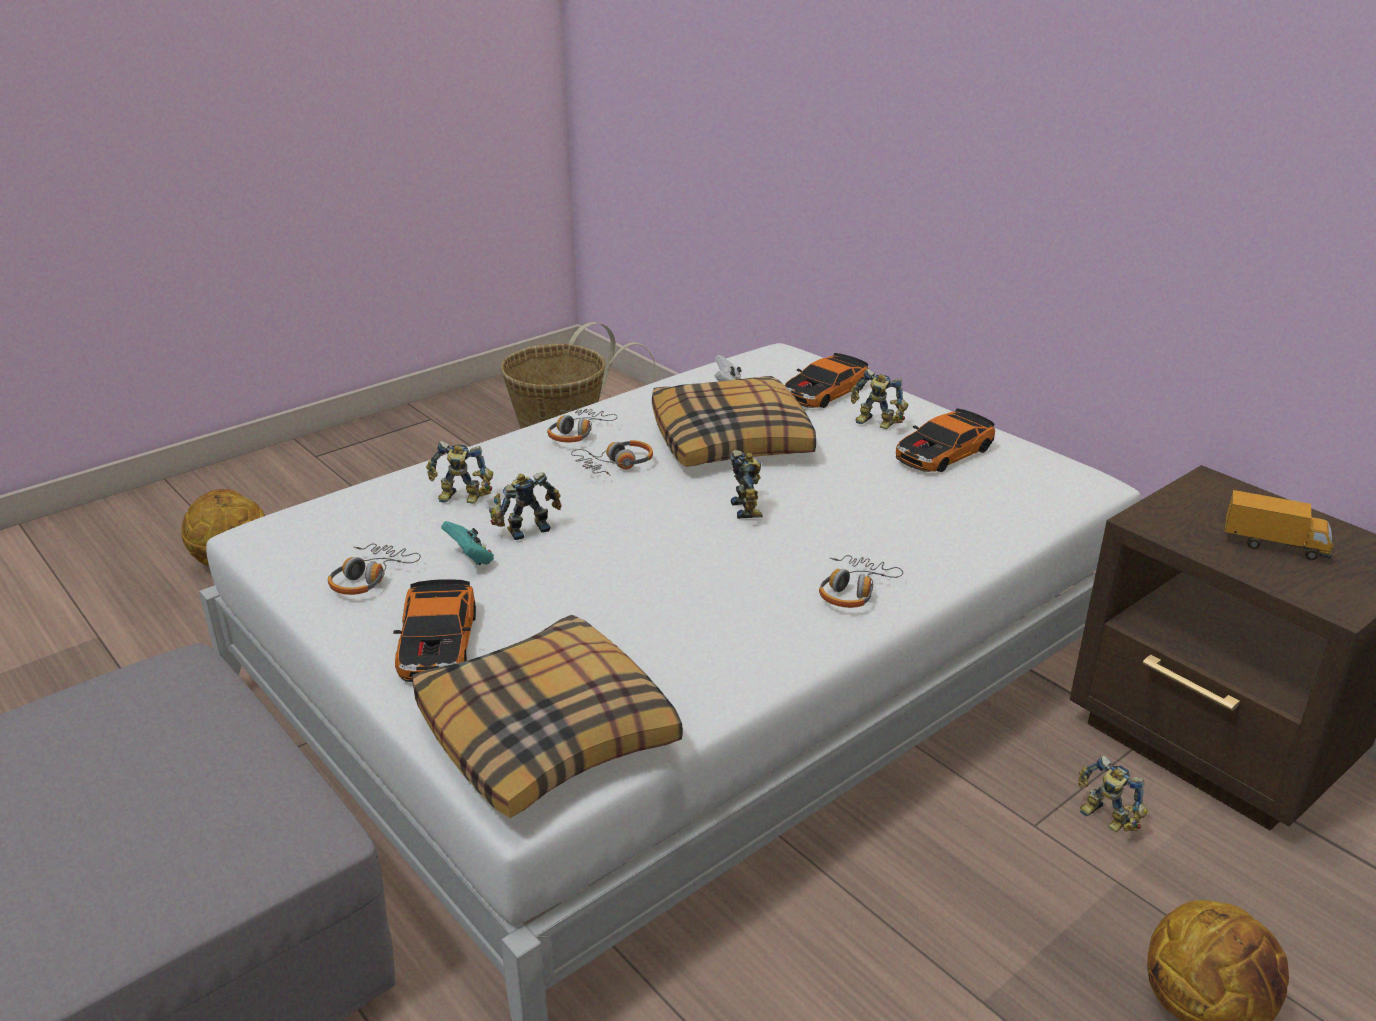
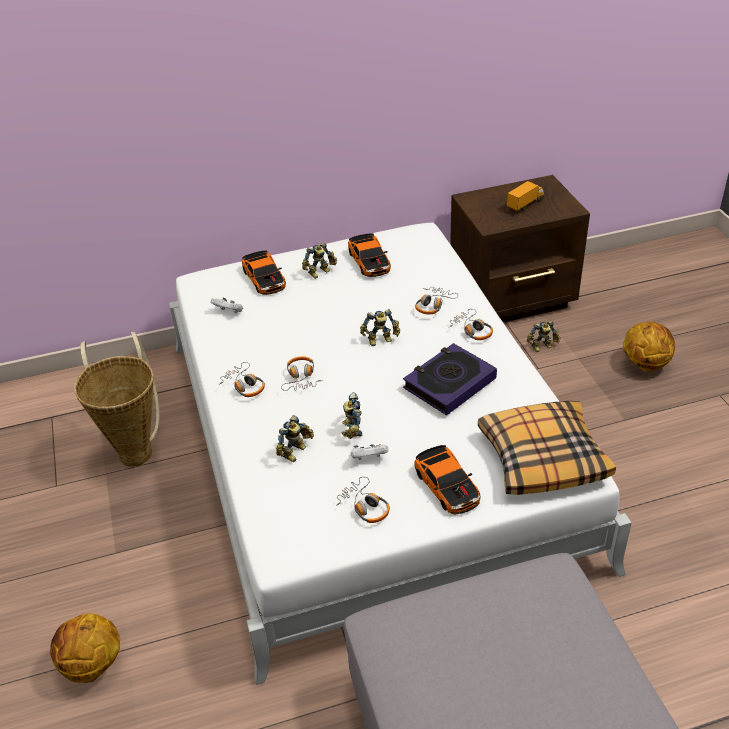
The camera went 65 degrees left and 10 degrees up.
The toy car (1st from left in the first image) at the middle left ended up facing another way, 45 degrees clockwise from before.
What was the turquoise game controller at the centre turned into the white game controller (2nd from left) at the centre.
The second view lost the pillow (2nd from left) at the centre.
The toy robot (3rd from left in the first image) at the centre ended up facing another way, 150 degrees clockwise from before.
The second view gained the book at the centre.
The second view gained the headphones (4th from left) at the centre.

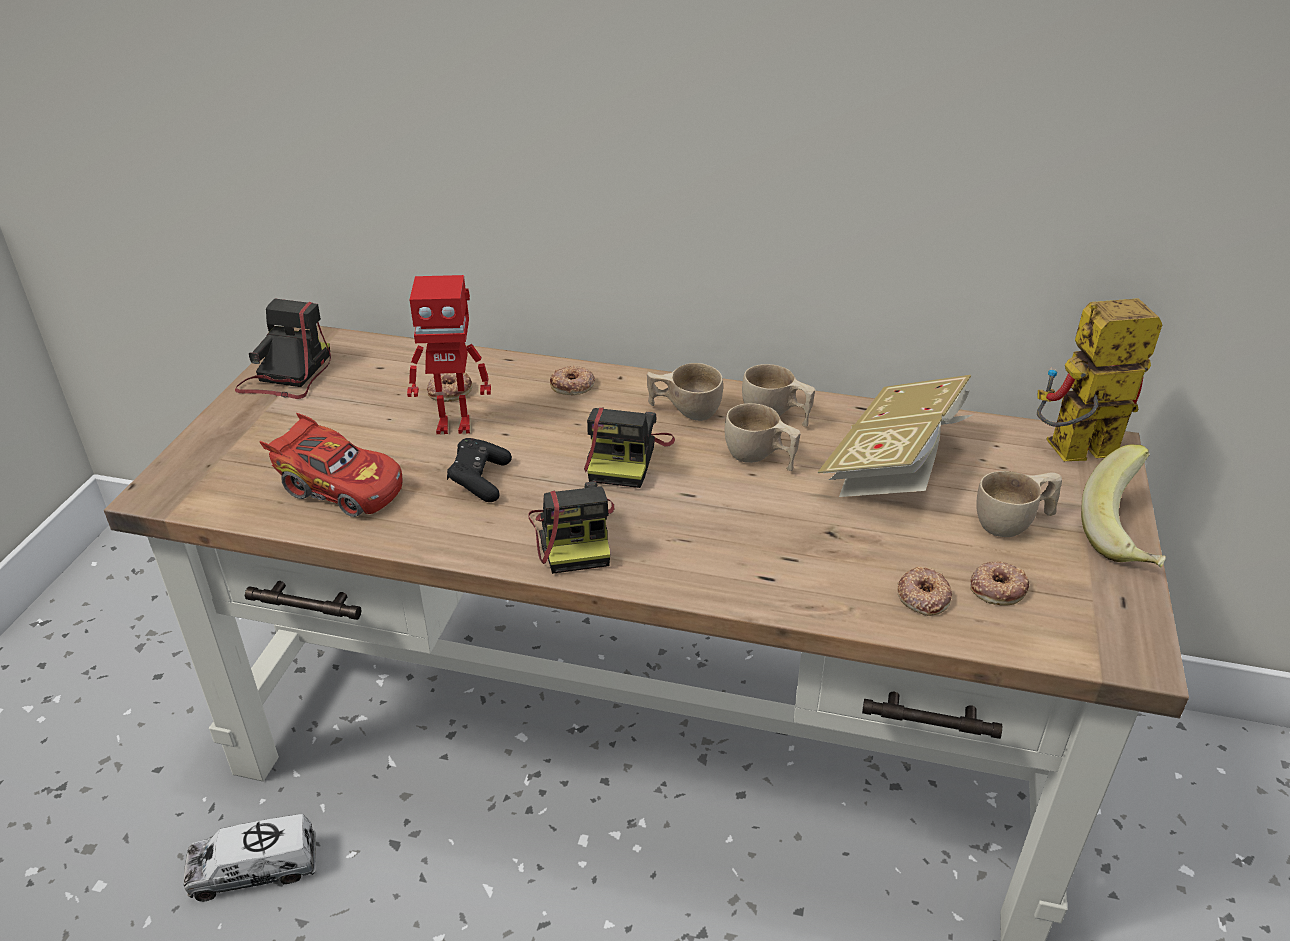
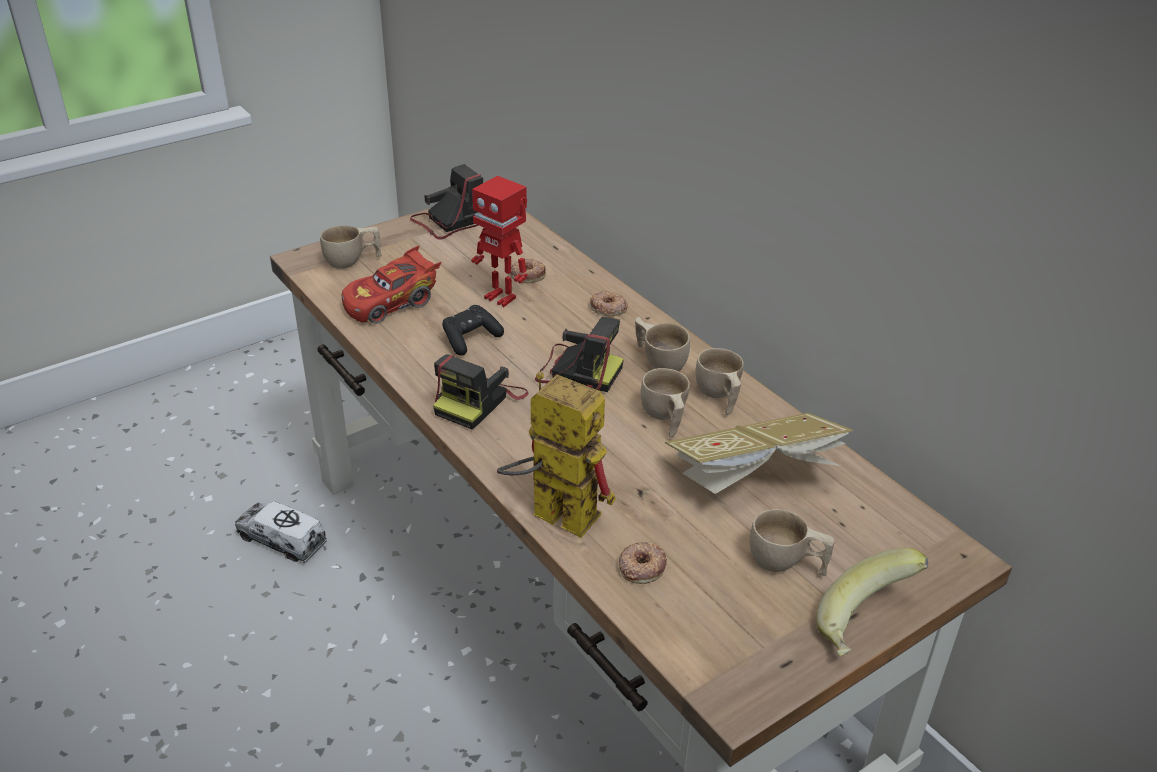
The camera went 40 degrees right and 0 degrees up.
The red toy car at the middle left ended up facing another way, 75 degrees clockwise from before.
The photo camera (3rd from left) at the centre ended up facing another way, 120 degrees counterclockwise from before.
The second view lost the donut (4th from left) at the middle right.
The toy robot (2nd from left) ended up elsewhere, having gone from the middle right to the centre.
The second view gained the beige cup (1st from left) at the top left.

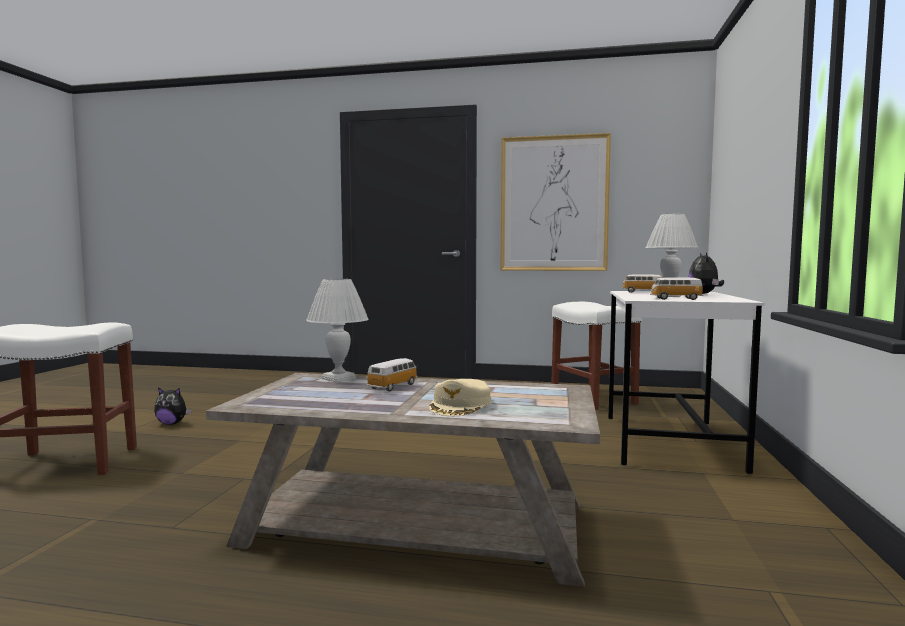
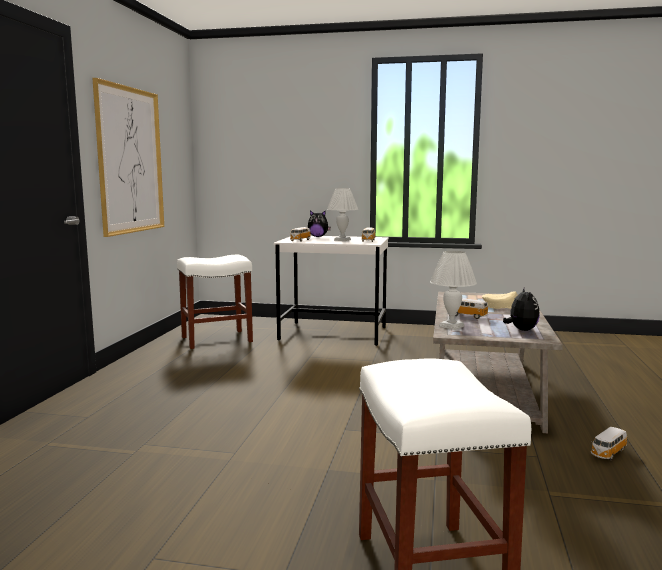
The camera went 90 degrees left and 5 degrees up.
The plush toy (1st from left in the first image) ended up elsewhere, having gone from the middle left to the middle right.
The second view gained the toy car (4th from left) at the bottom right.

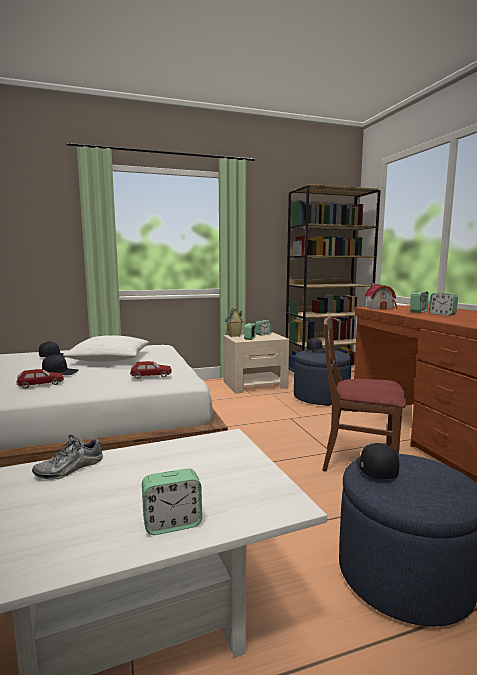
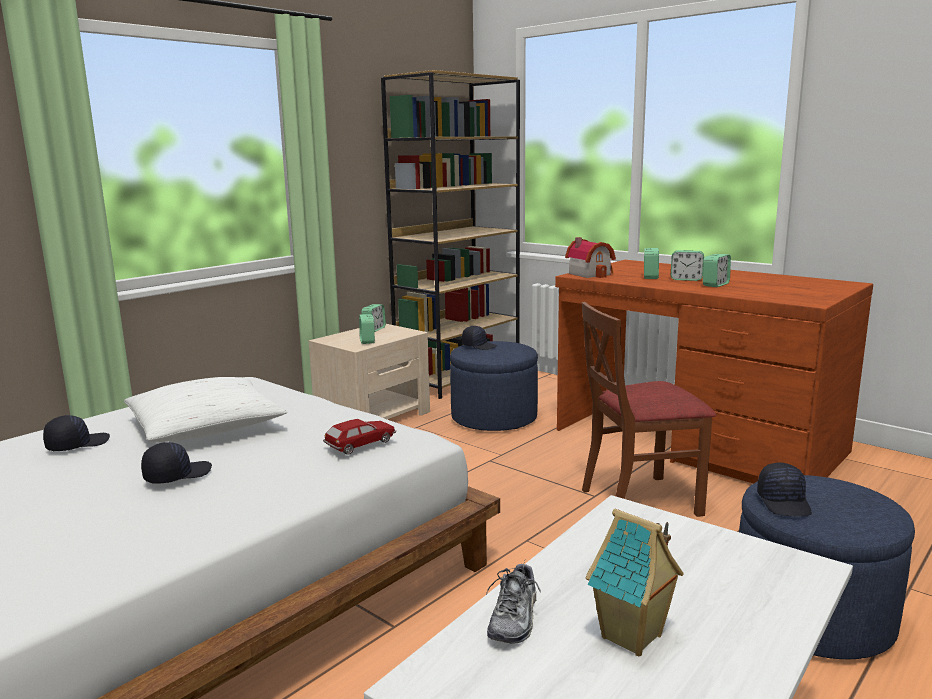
The camera went 30 degrees left and 5 degrees up.
The second view lost the toy car (1st from left) at the middle left.
The alarm clock (1st from left in the first image) ended up elsewhere, having gone from the bottom centre to the middle right.
The toy house (1st from left in the first image) ended up elsewhere, having gone from the centre to the bottom right.
The black cap (4th from left) at the bottom right ended up facing another way, 150 degrees counterclockwise from before.

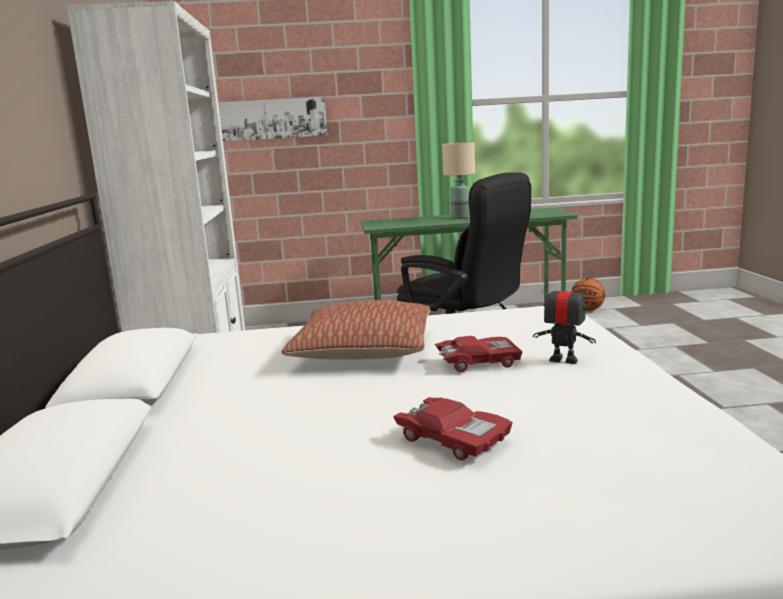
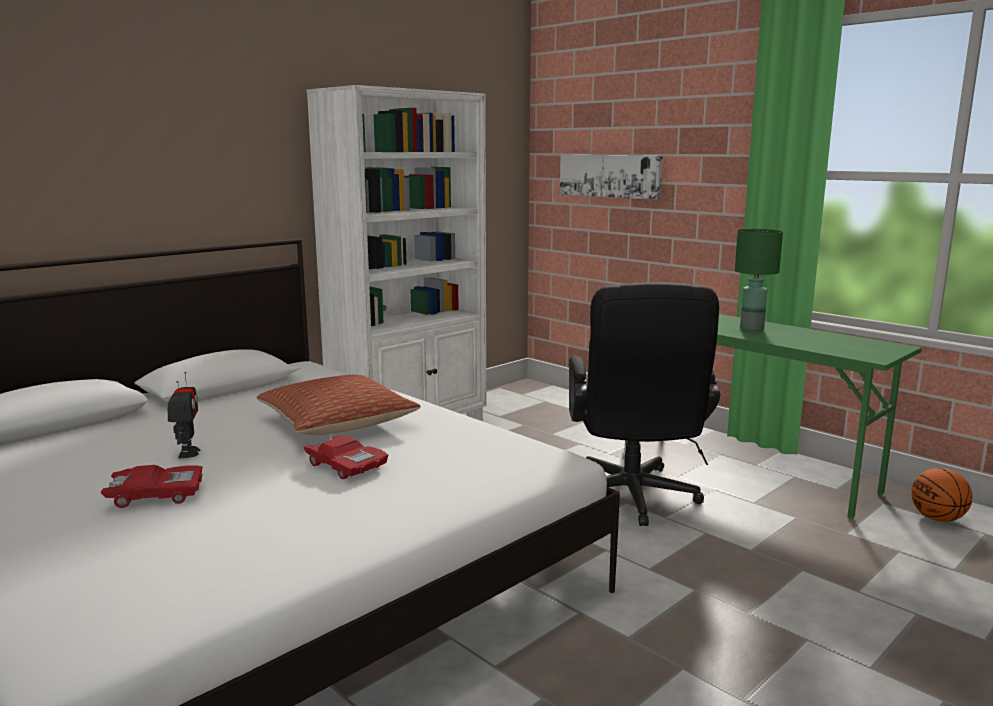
The camera went 50 degrees right and 0 degrees up.
The red toy car (1st from left) at the bottom centre ended up facing another way, 105 degrees counterclockwise from before.
What was the beige table lamp at the top centre turned into the green table lamp at the middle right.
The toy robot ended up elsewhere, having gone from the middle right to the middle left.

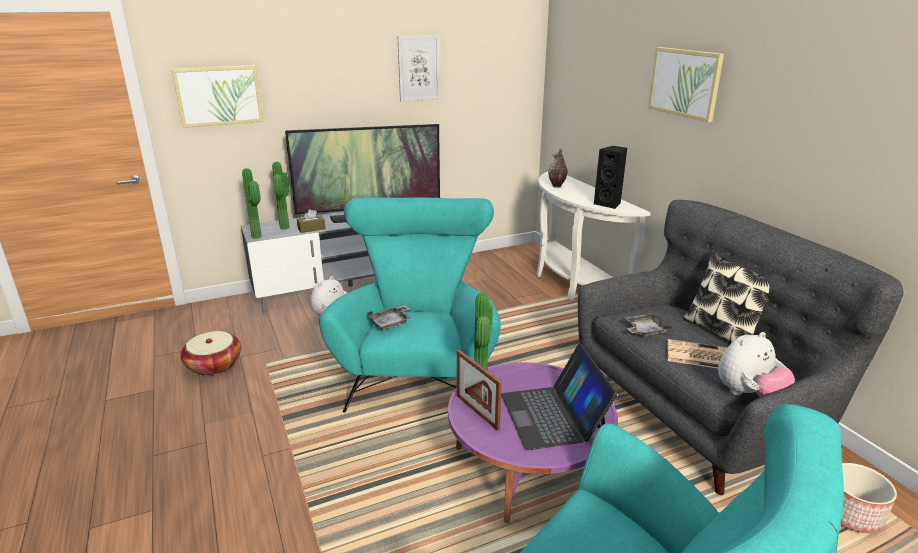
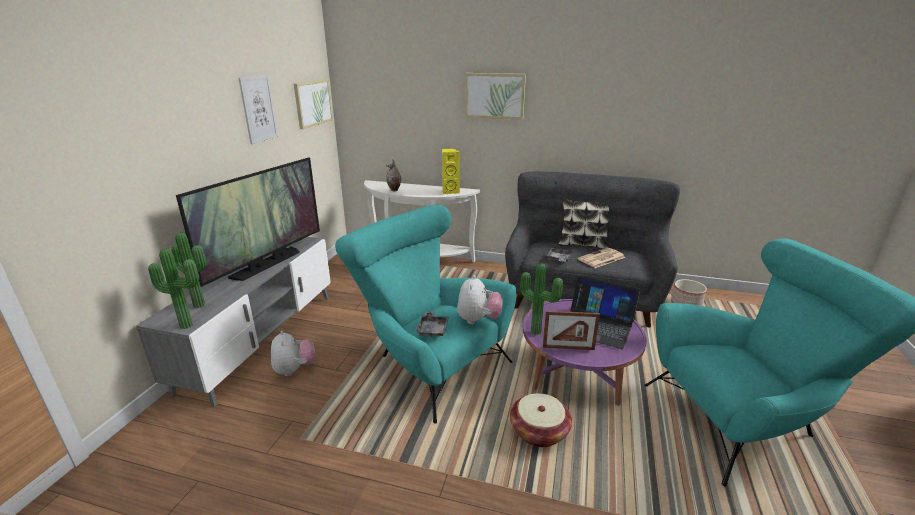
The camera went 50 degrees left and 0 degrees up.
The picture (1st from left in the first image) ended up elsewhere, having gone from the top left to the top centre.
The basket ended up elsewhere, having gone from the middle left to the bottom centre.
The second view lost the brown tissue box at the centre.
What was the black speaker at the top centre turned into the yellow speaker at the top centre.
The plush toy (2nd from left) ended up elsewhere, having gone from the middle right to the centre.

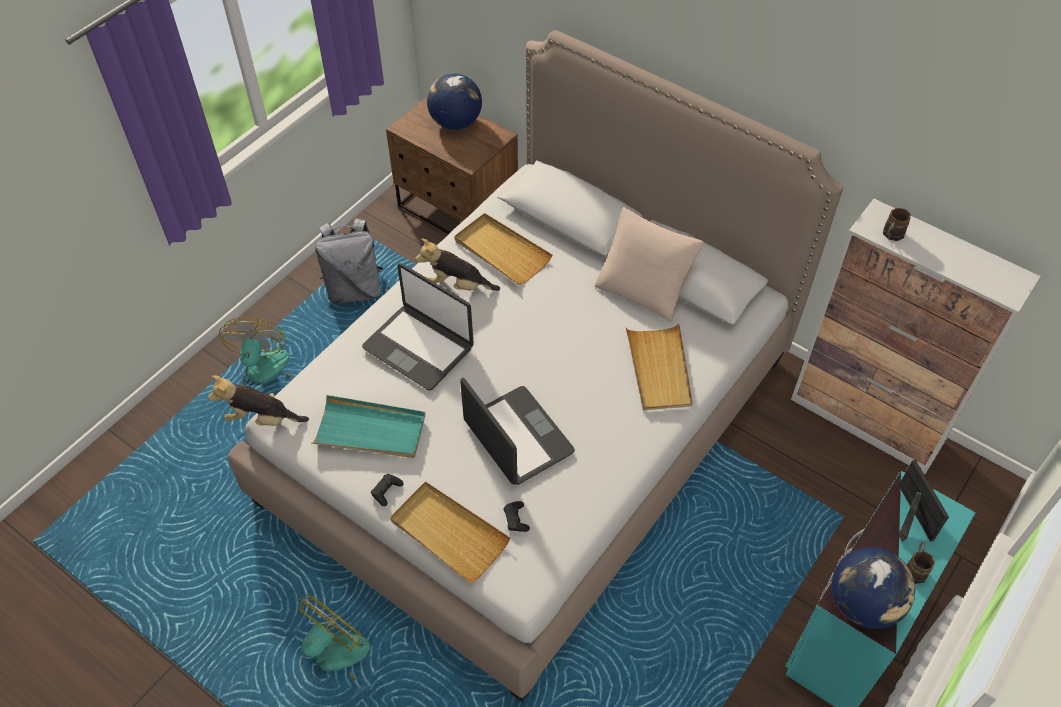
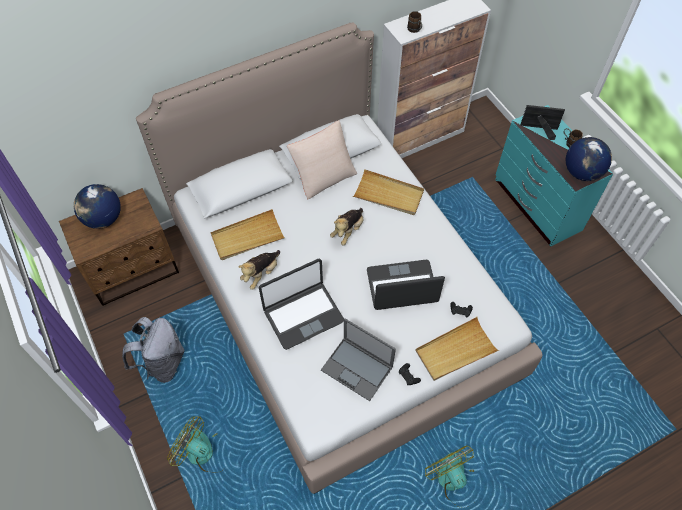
The camera went 65 degrees left and 5 degrees up.
The plush toy (1st from left in the first image) ended up elsewhere, having gone from the middle left to the centre.
Where the turquoise tray stood at the centre, the laptop (2nd from left) came to stand at the bottom centre.

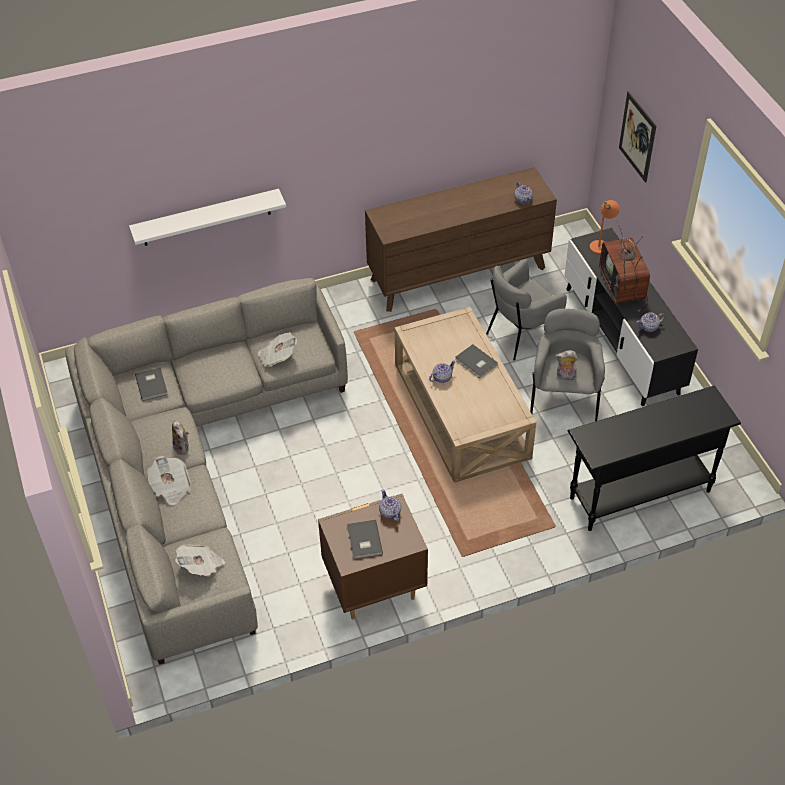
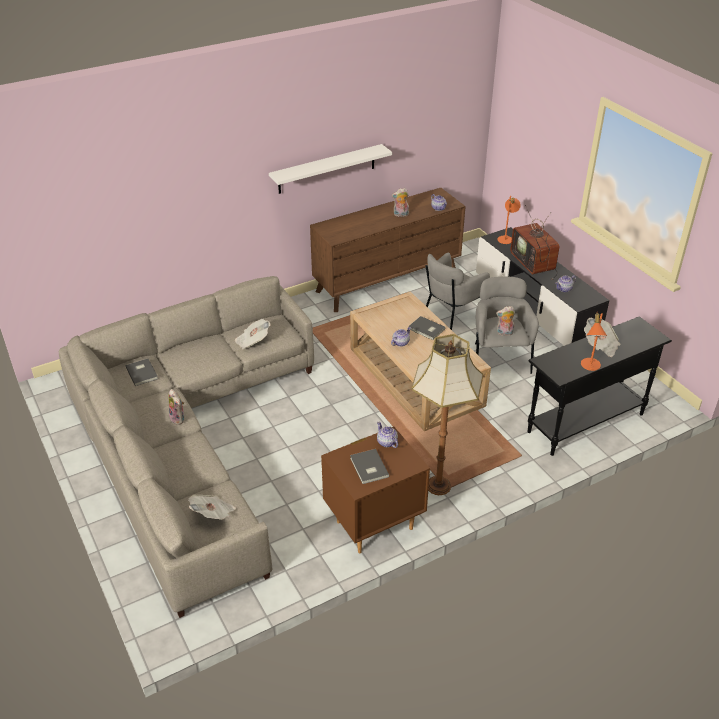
The camera went 10 degrees left and 10 degrees down.
The white shelf ended up elsewhere, having gone from the top left to the top centre.
The newspaper (1st from left in the first image) ended up elsewhere, having gone from the middle left to the middle right.
The second view lost the picture at the top right.
The second view gained the plush toy (2nd from left) at the top centre.
The second view gained the floor lamp at the centre.
The second view gained the orange table lamp (2nd from left) at the middle right.

